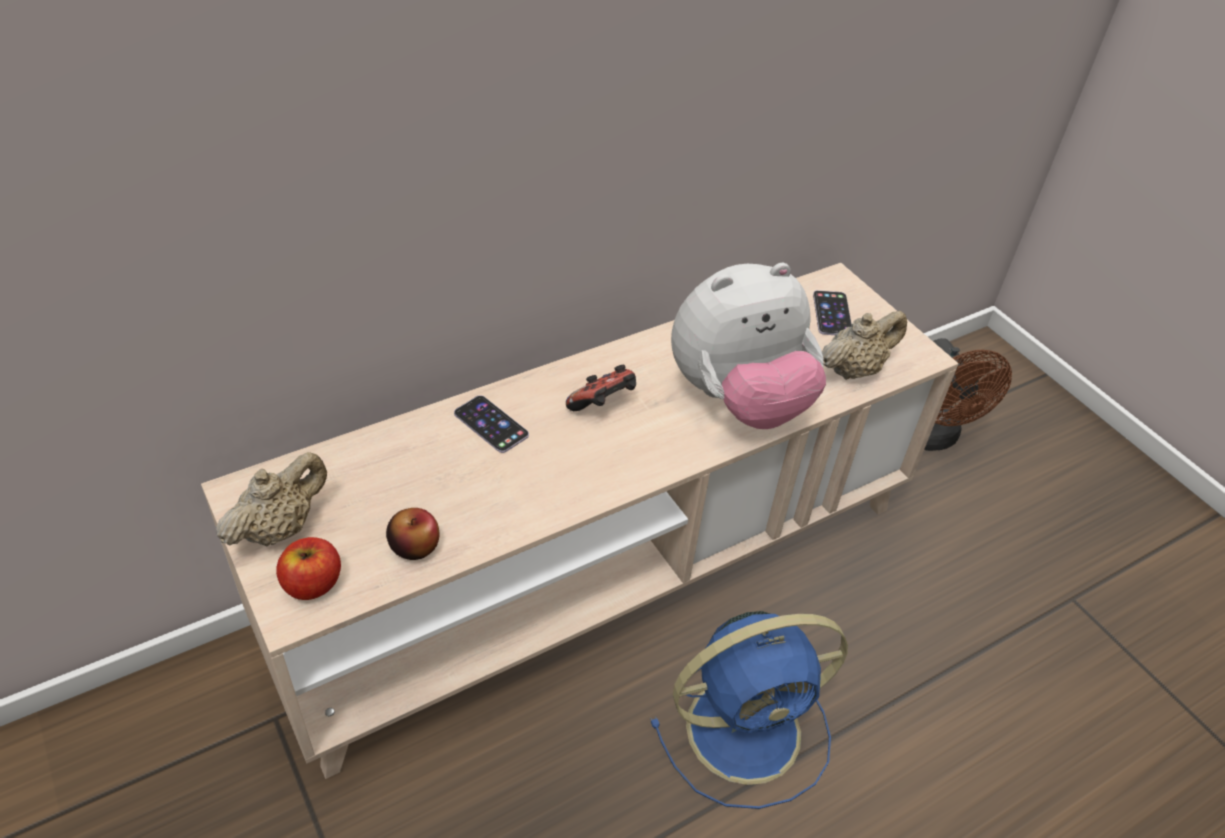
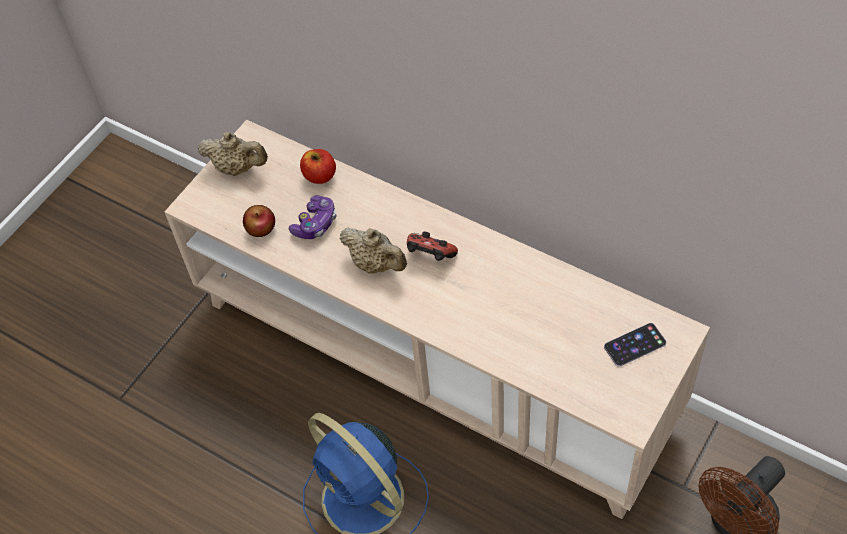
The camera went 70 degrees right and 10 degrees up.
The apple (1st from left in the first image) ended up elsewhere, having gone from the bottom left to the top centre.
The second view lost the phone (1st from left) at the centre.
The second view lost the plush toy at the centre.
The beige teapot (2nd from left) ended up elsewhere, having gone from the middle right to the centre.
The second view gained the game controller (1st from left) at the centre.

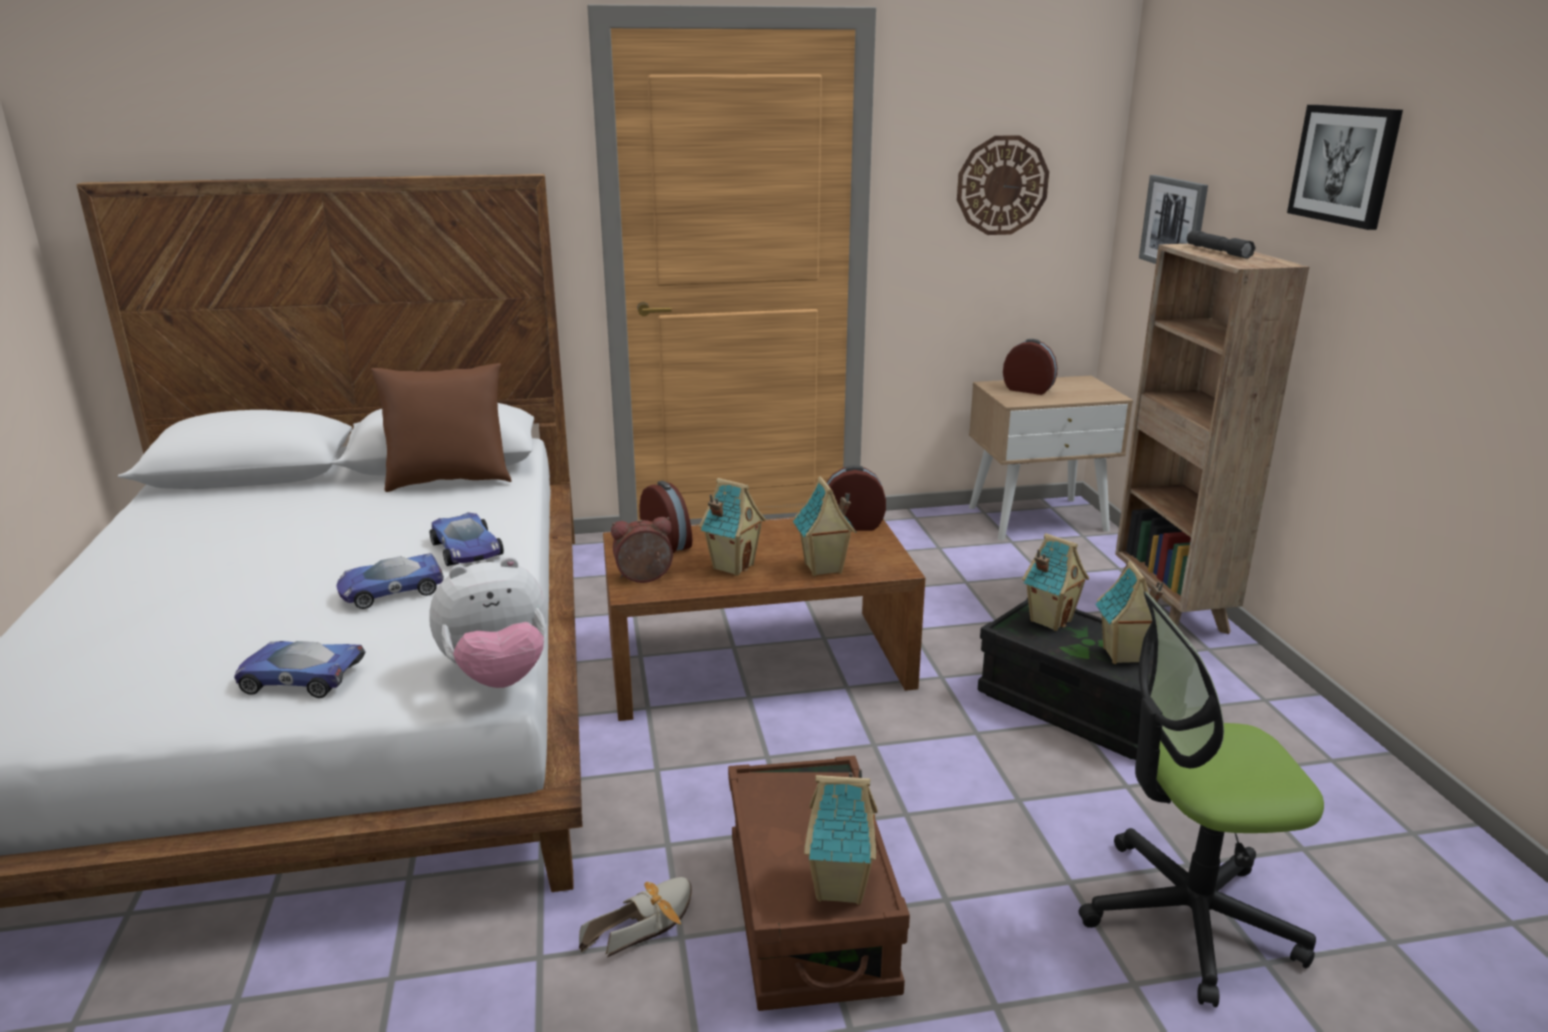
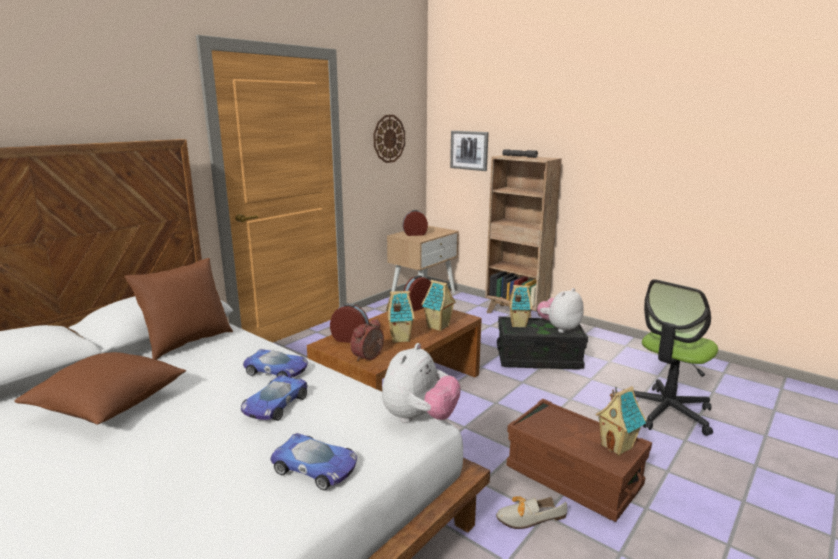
The camera went 40 degrees left and 5 degrees down.
The toy car (1st from left in the first image) at the middle left ended up facing another way, 120 degrees counterclockwise from before.
The shoe at the bottom centre ended up facing another way, 105 degrees counterclockwise from before.
Where the toy house (5th from left) stood at the middle right, the plush toy (2nd from left) came to stand at the middle right.
The second view lost the picture (2nd from left) at the top right.
The second view gained the brown pillow (1st from left) at the bottom left.

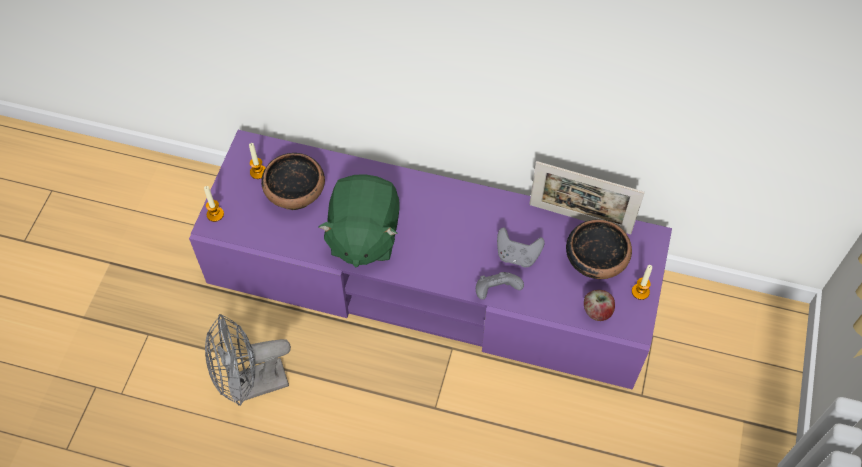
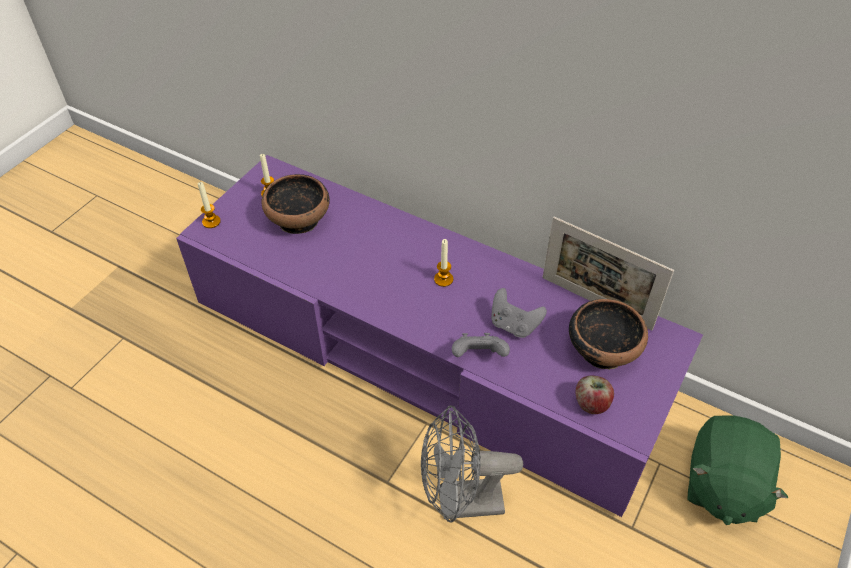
The camera went 15 degrees right and 10 degrees down.
The grey fan ended up elsewhere, having gone from the bottom left to the bottom centre.
The green plush toy ended up elsewhere, having gone from the centre to the bottom right.
The candle (3rd from left) ended up elsewhere, having gone from the middle right to the centre.

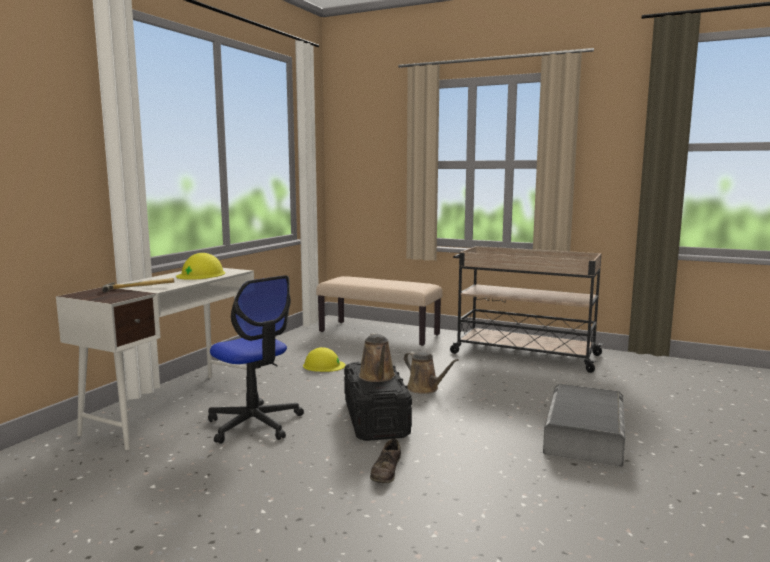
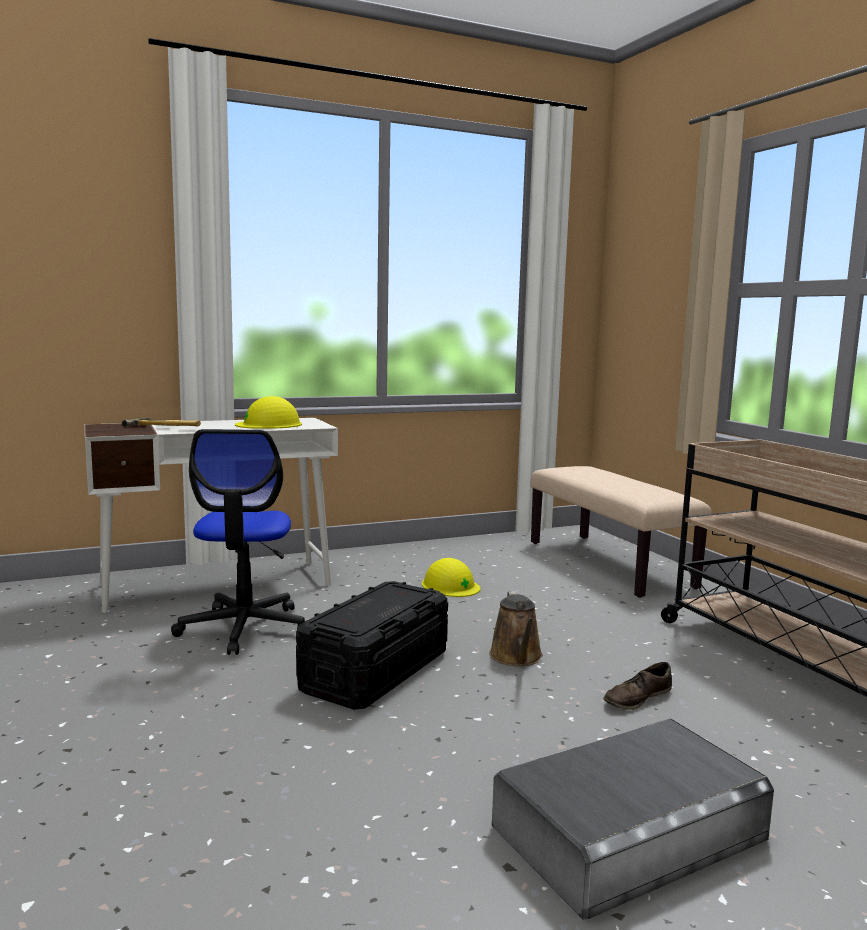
The camera went 40 degrees right and 0 degrees up.
The second view lost the brown watering can (1st from left) at the centre.
The brown shoe ended up elsewhere, having gone from the bottom centre to the bottom right.

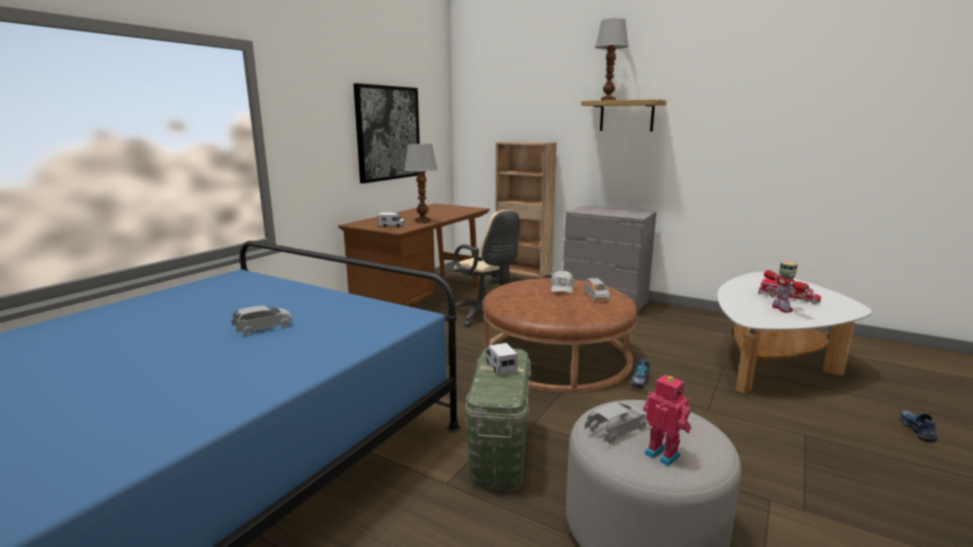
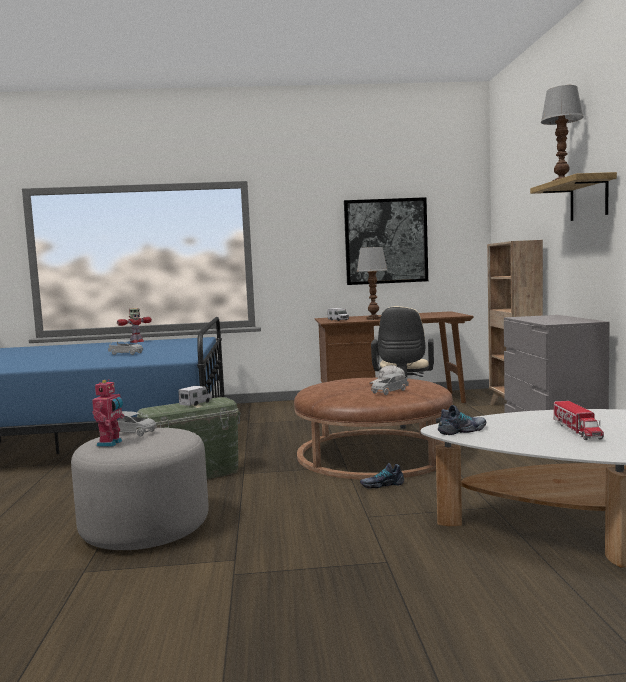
The camera went 55 degrees right and 10 degrees down.
The toy robot (2nd from left) ended up elsewhere, having gone from the middle right to the middle left.
The shoe (2nd from left) ended up elsewhere, having gone from the bottom right to the middle right.

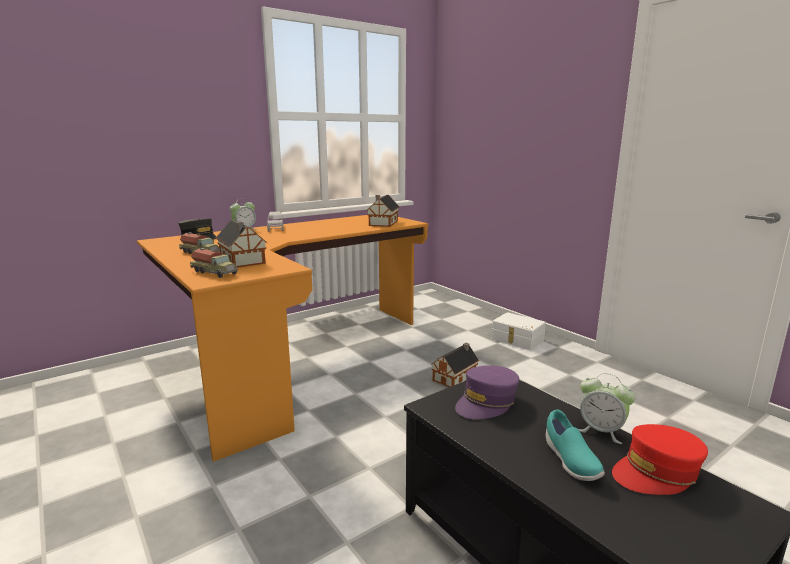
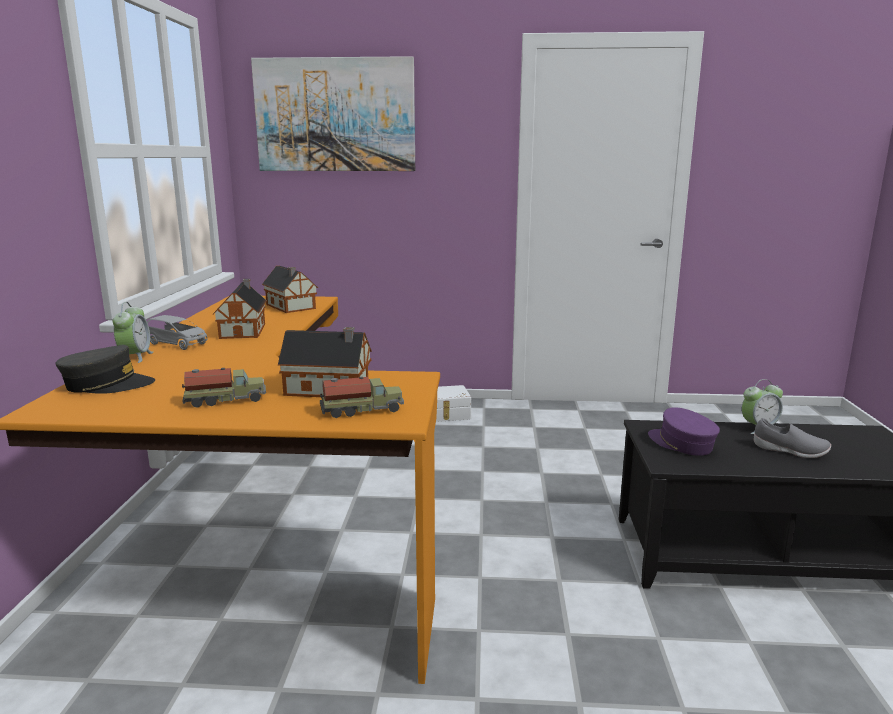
The camera went 50 degrees left and 0 degrees up.
The toy house (3rd from left in the first image) ended up elsewhere, having gone from the centre to the middle left.
The purple cap at the bottom centre ended up facing another way, 150 degrees clockwise from before.
What was the turquoise shoe at the bottom right turned into the grey shoe at the middle right.
The second view lost the red cap at the bottom right.
The second view gained the picture at the top centre.

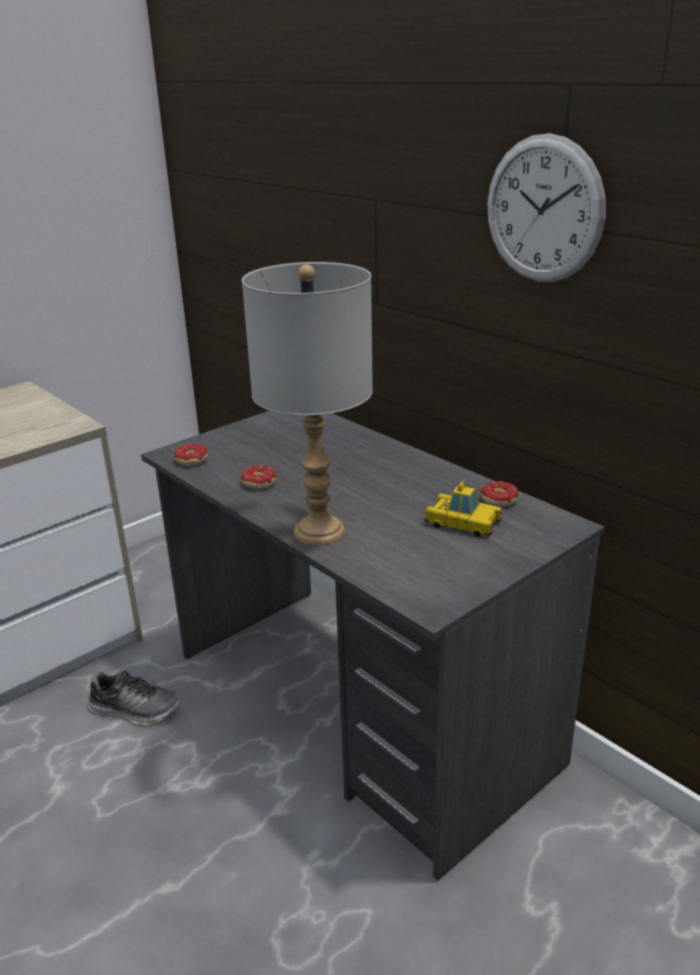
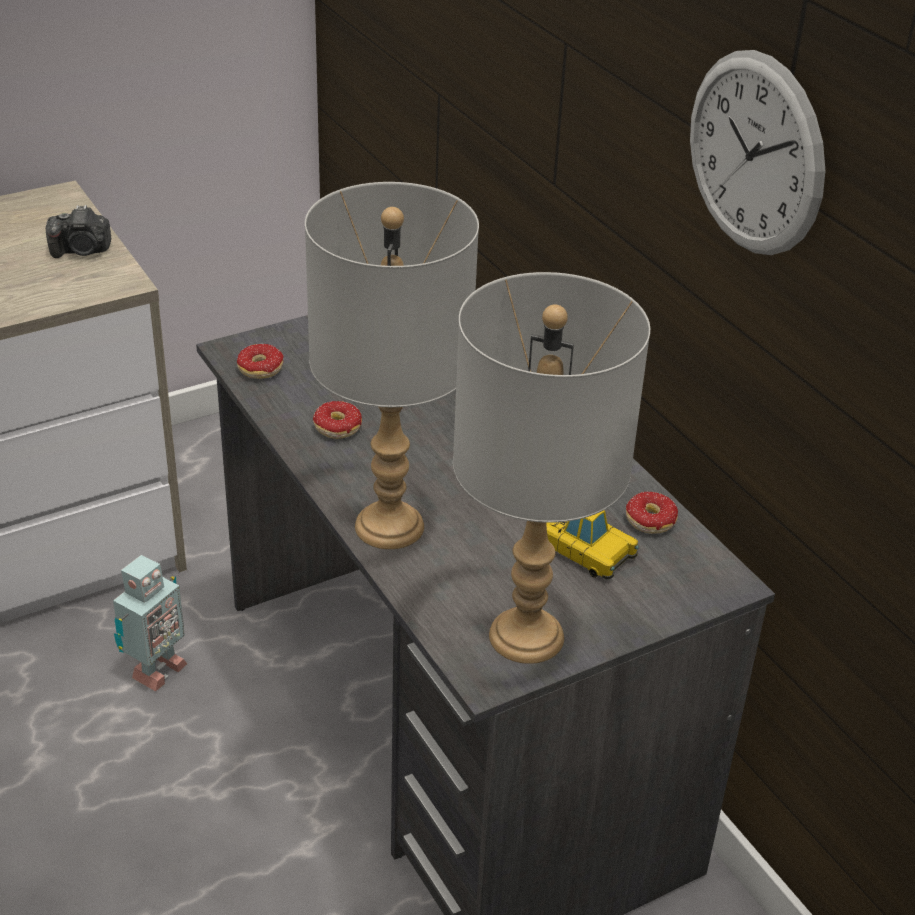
The camera went 10 degrees right and 10 degrees up.
Where the shoe stood at the bottom left, the toy robot came to stand at the bottom left.
The second view gained the photo camera at the top left.
The second view gained the grey table lamp (2nd from left) at the centre.

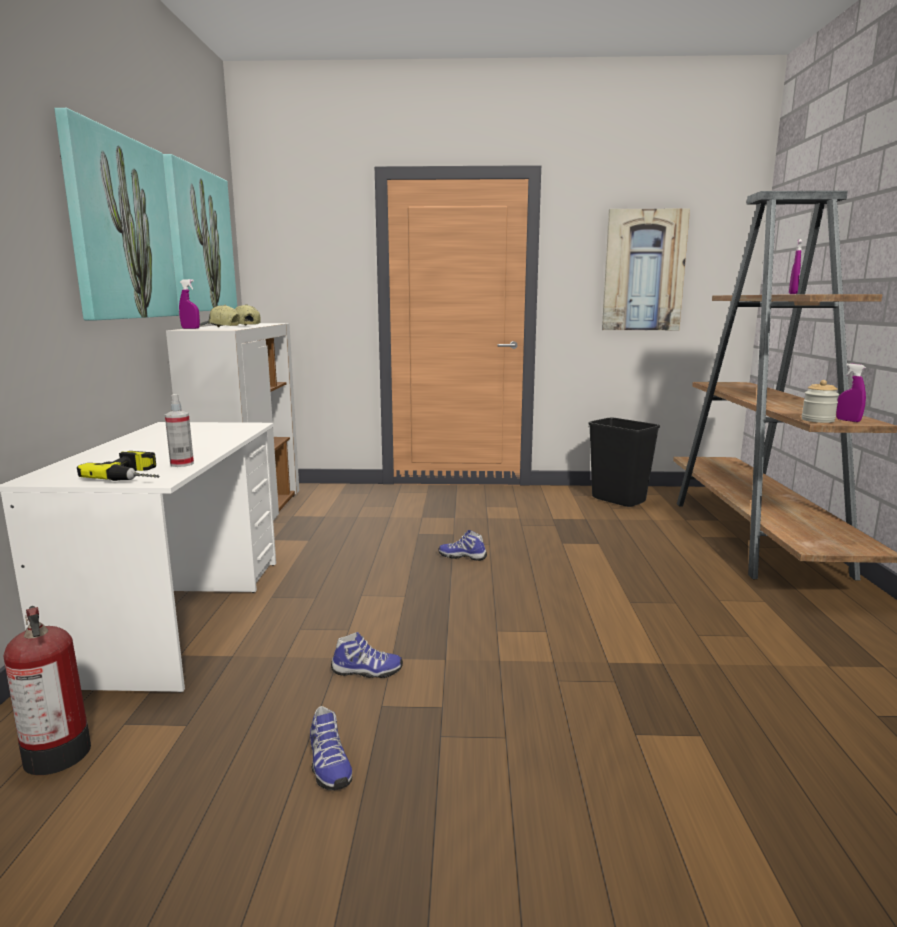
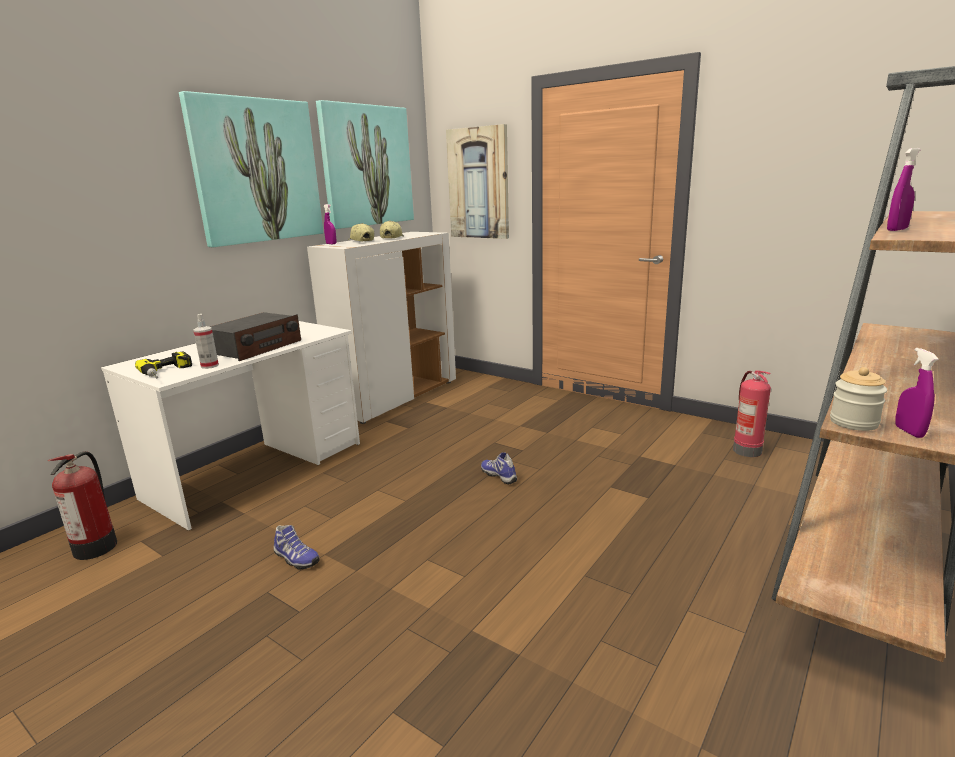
The camera went 35 degrees right and 5 degrees up.
The second view lost the shoe (1st from left) at the bottom centre.
Where the black trash can stood at the middle right, the fire extinguisher (2nd from left) came to stand at the middle right.
The picture (3rd from left) ended up elsewhere, having gone from the top right to the top centre.
The second view gained the radio at the middle left.

